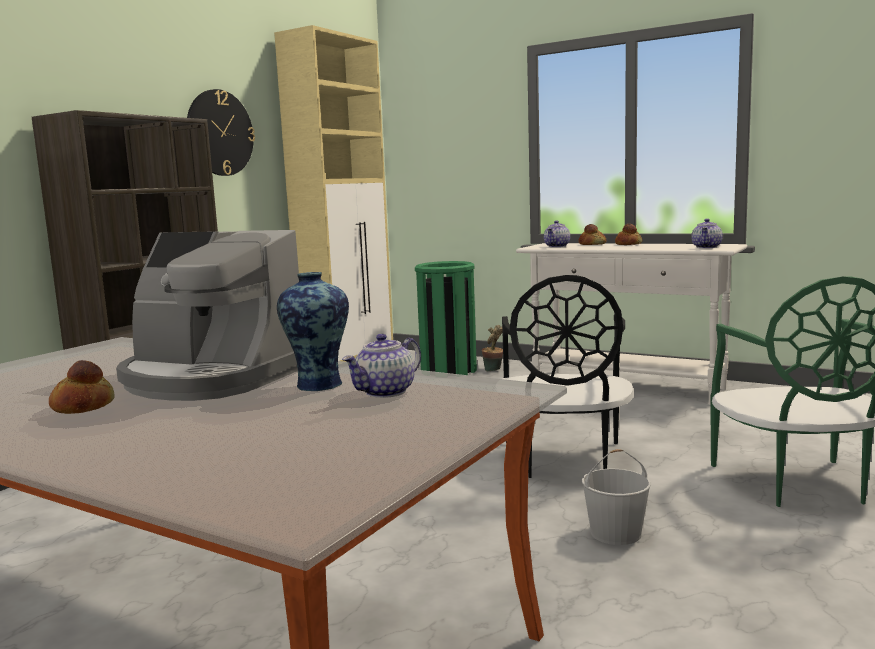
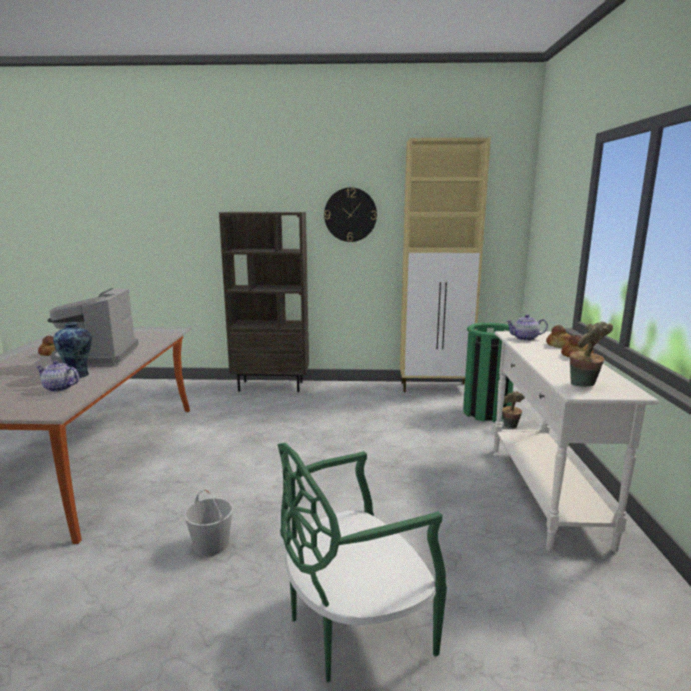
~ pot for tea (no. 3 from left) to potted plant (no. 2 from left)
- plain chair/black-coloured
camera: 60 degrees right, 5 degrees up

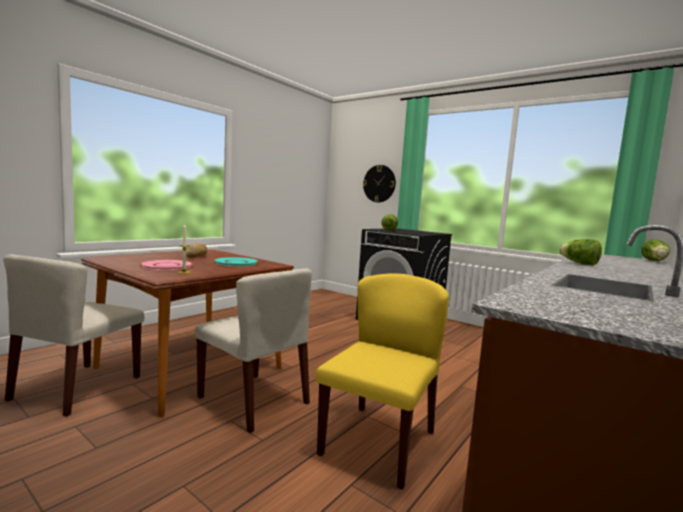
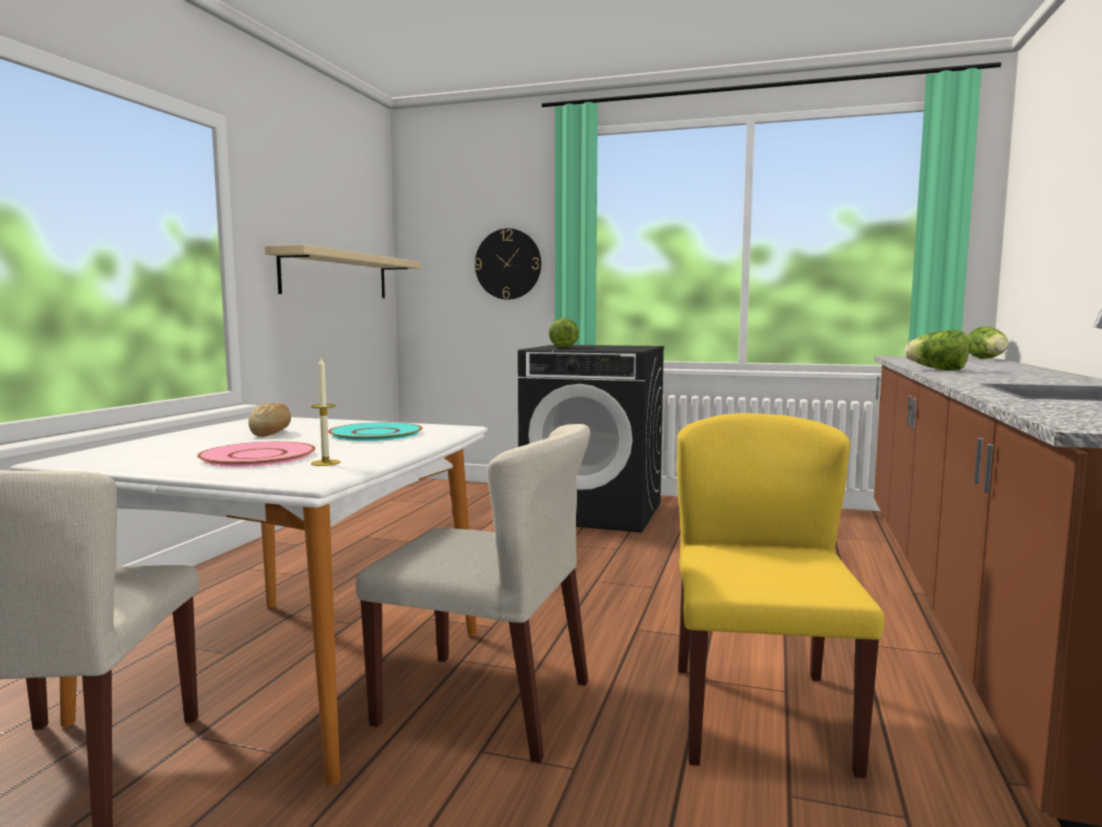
~ dining table/brownish to dining table/white
+ bracket shelf/beige-coloured
camera: 20 degrees left, 0 degrees up

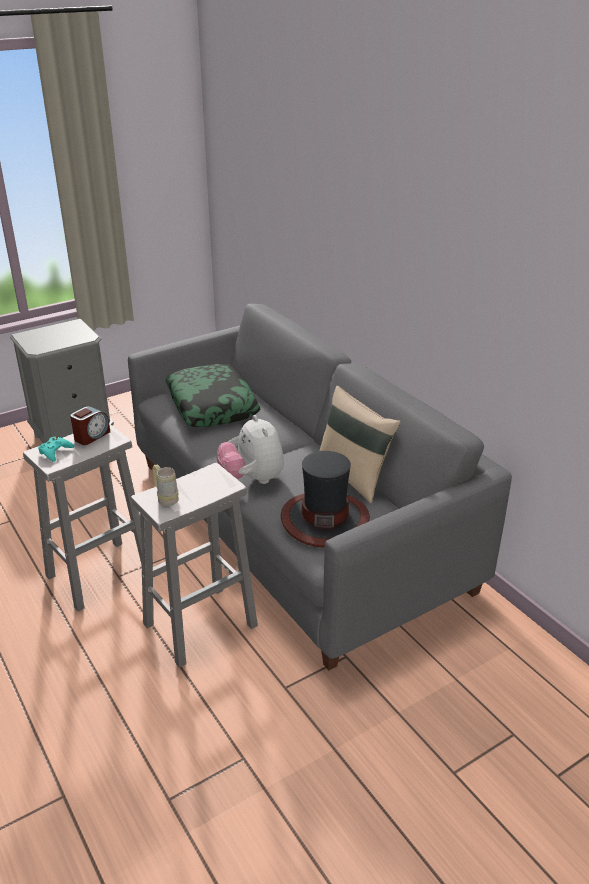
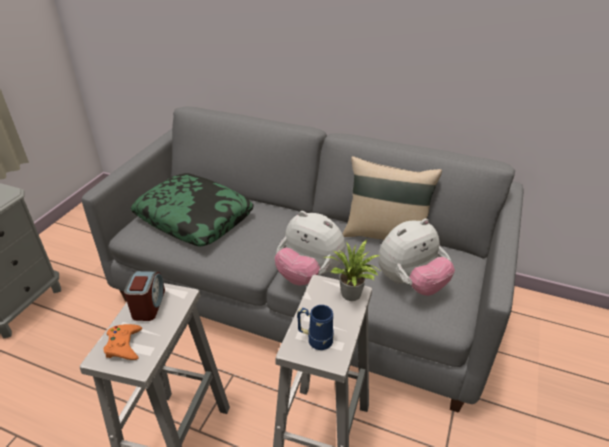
~ gamepad/blue-green to gamepad/orange-coloured
~ wearable hat to plush toy (no. 2 from left)
~ mug/beige-coloured to mug/blue
+ potted plant
camera: 35 degrees left, 5 degrees up

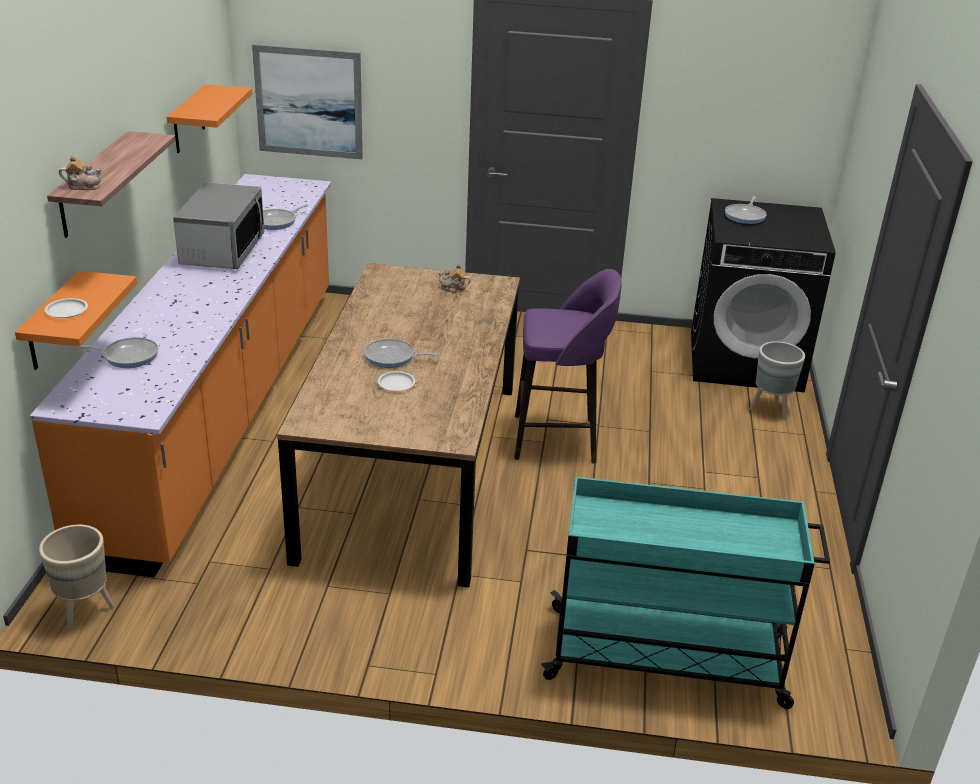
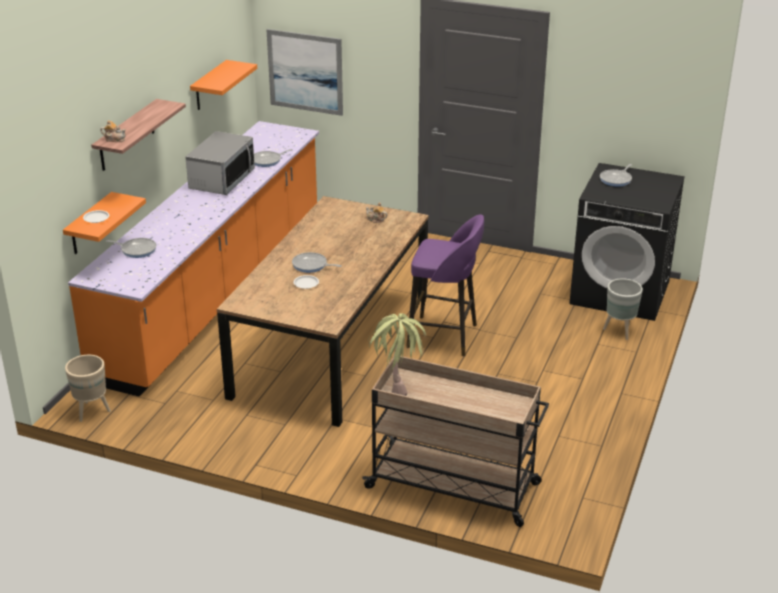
~ trolley/blue-green to trolley/beige-coloured
+ potted plant
camera: 15 degrees right, 0 degrees up

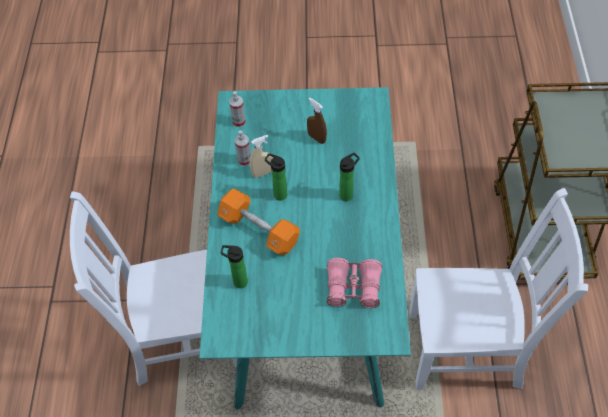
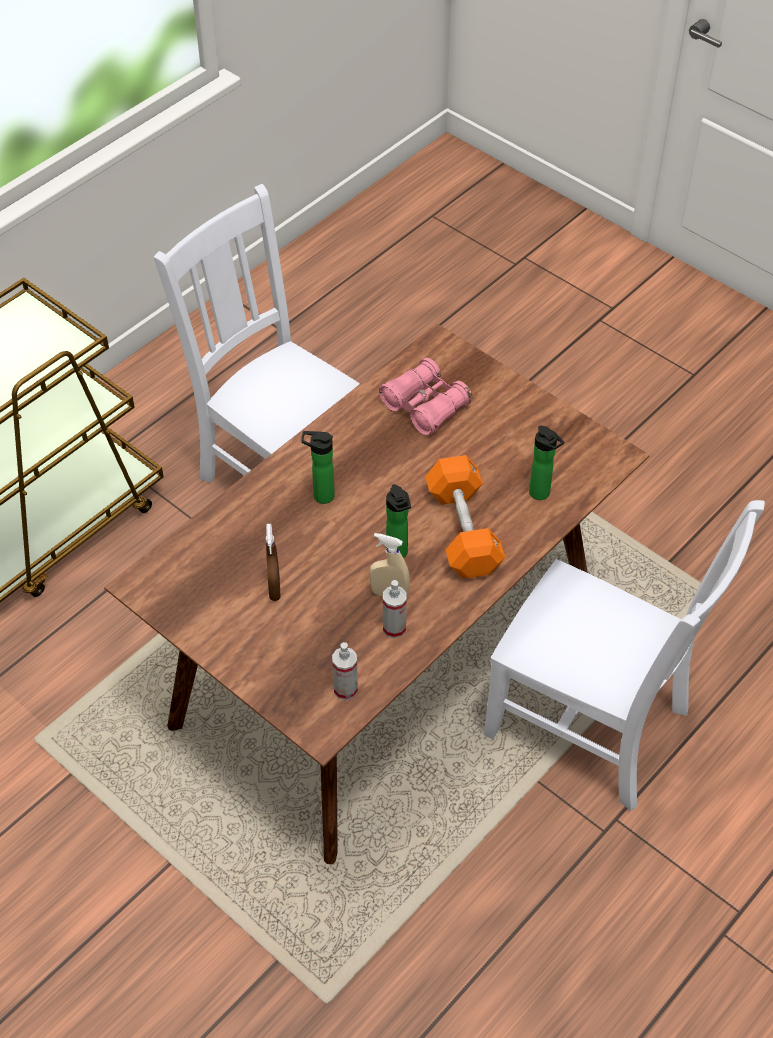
~ dining table/blue-green to dining table/brownish
camera: 140 degrees left, 5 degrees down

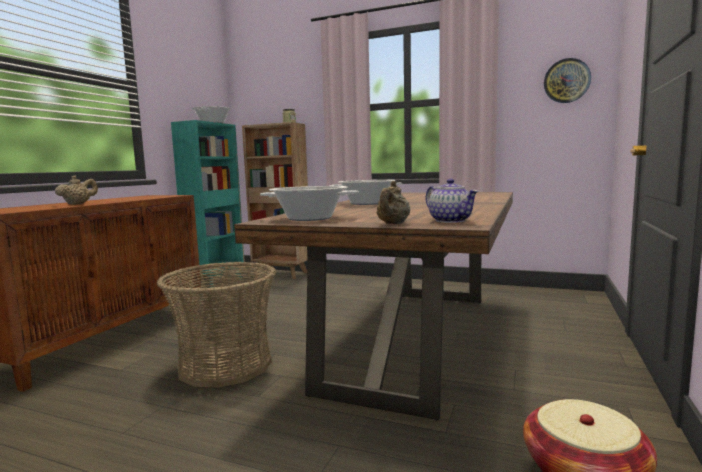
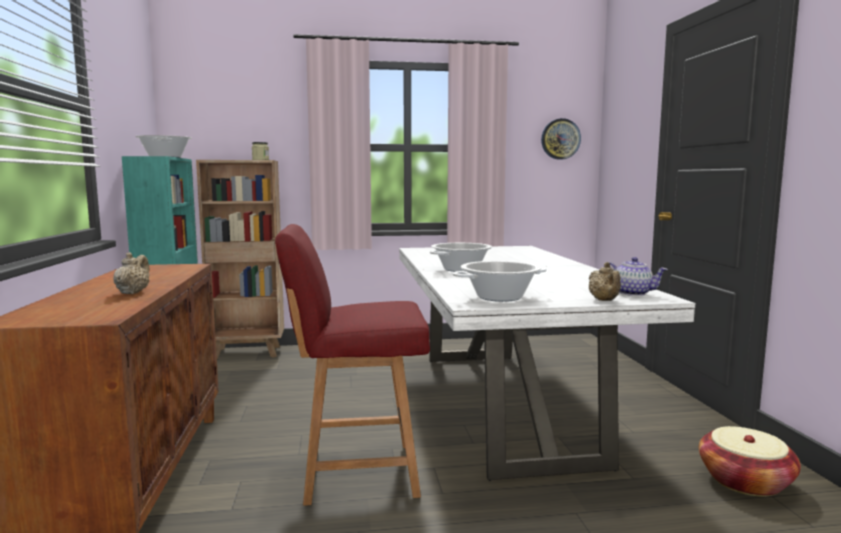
~ dining table/brownish to dining table/white
~ storage basket (no. 1 from left) to plain chair/red-coloured
camera: 30 degrees left, 0 degrees up

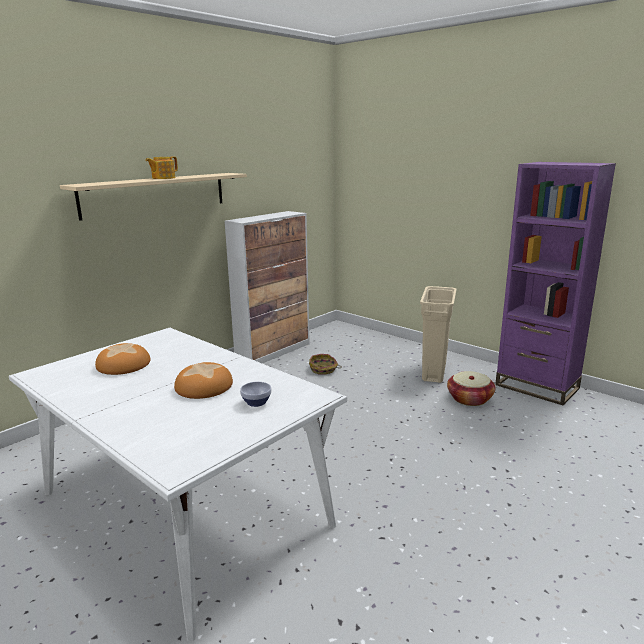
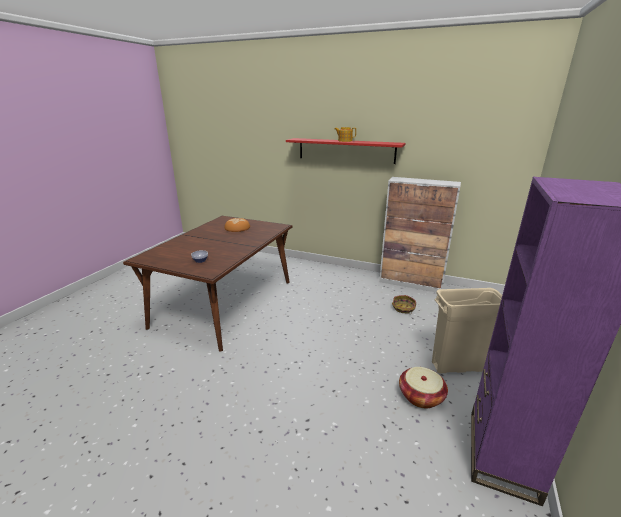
~ bracket shelf/beige-coloured to bracket shelf/red-coloured
~ dining table/white to dining table/brownish
- bread (no. 2 from left)
camera: 70 degrees right, 5 degrees up

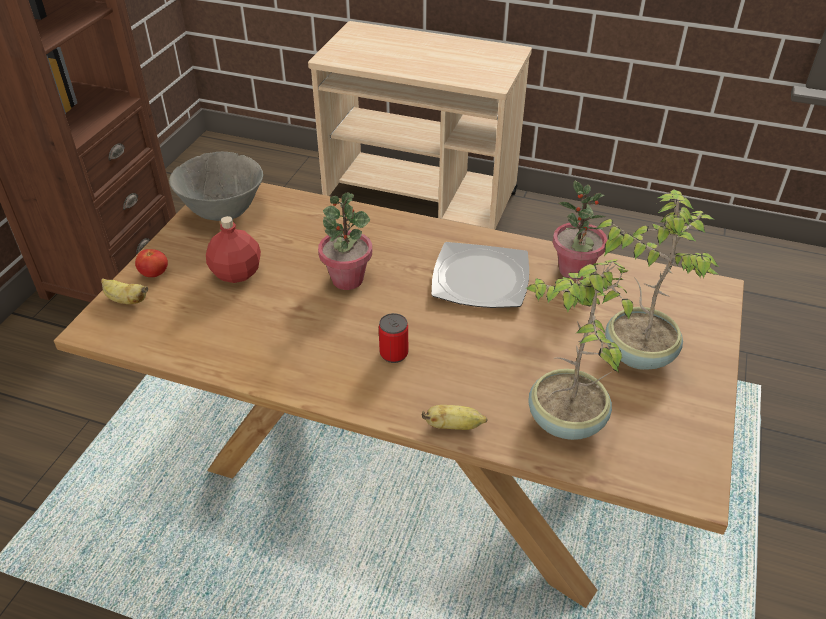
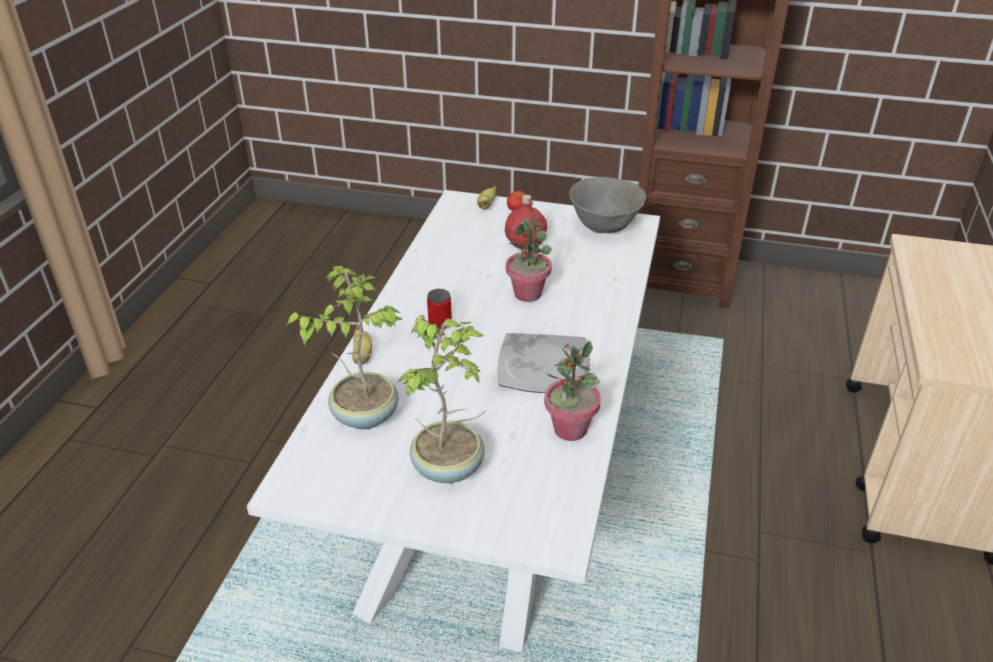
~ dining table/brownish to dining table/white
camera: 85 degrees right, 5 degrees down

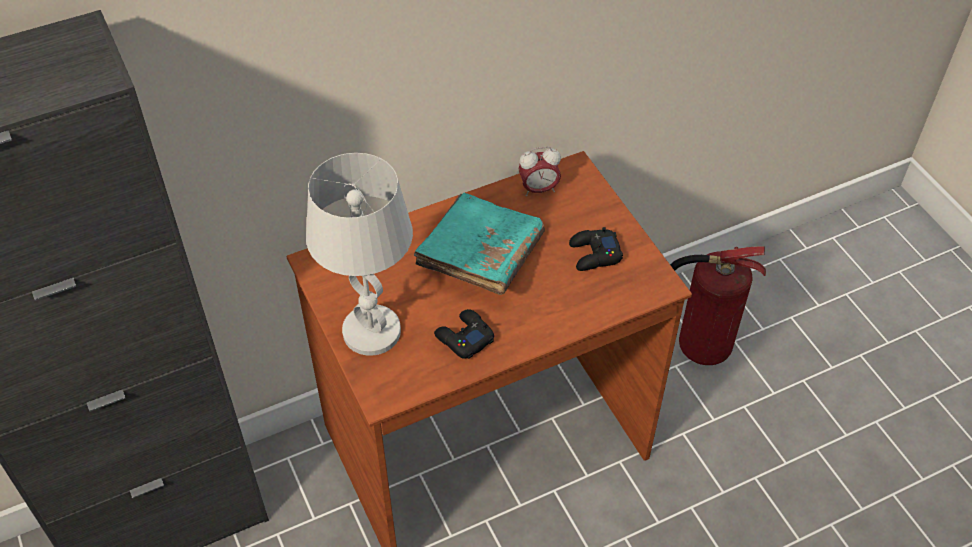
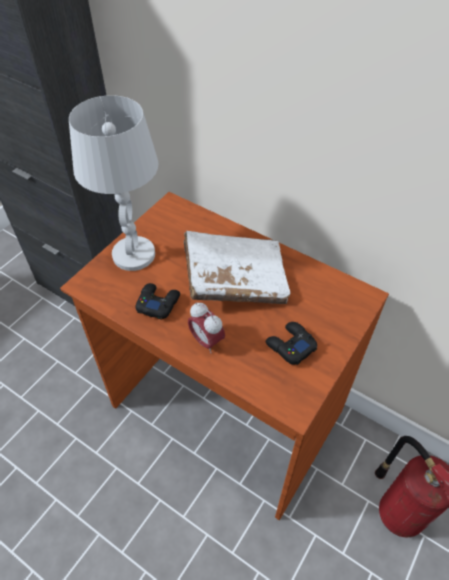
~ table clock
~ book/blue-green to book/white
camera: 60 degrees right, 0 degrees up

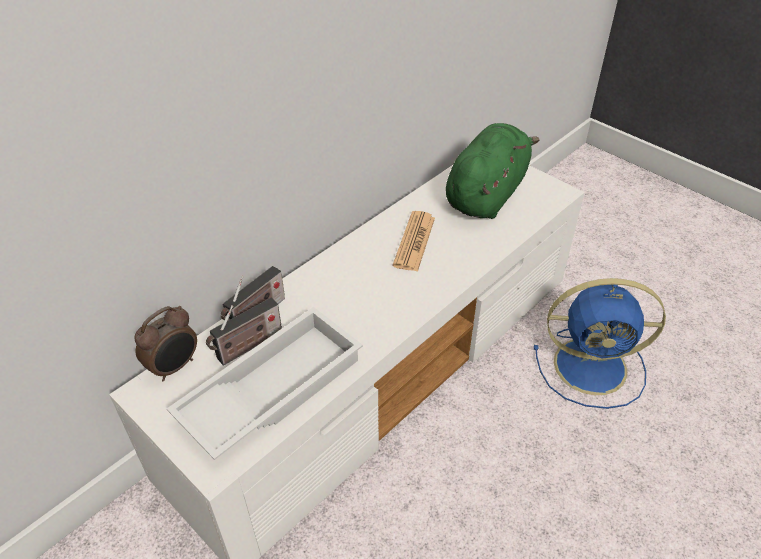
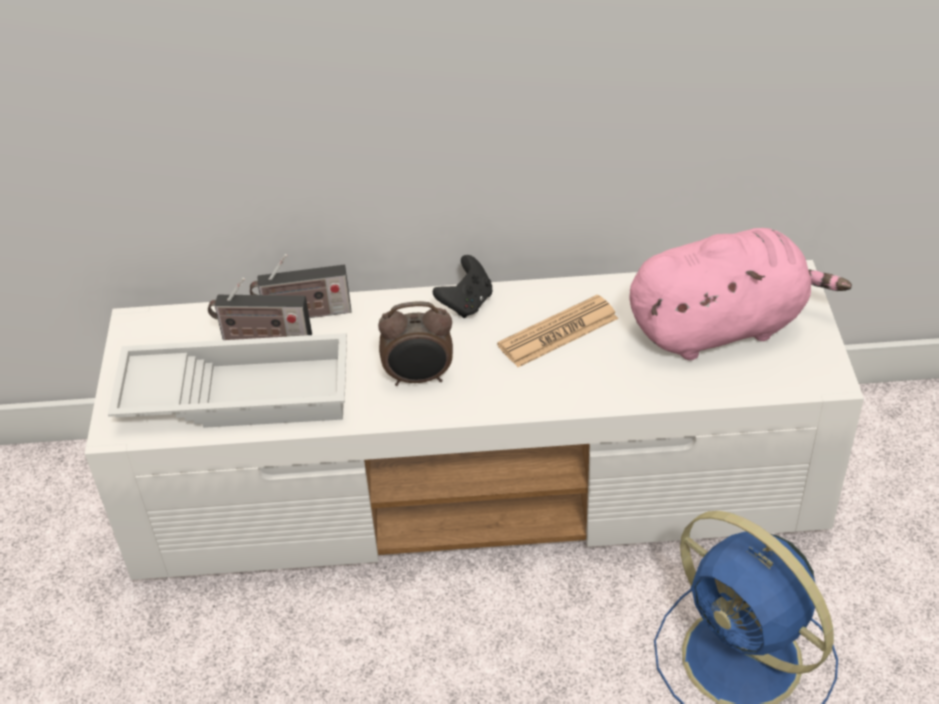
~ plush toy/green to plush toy/pink-coloured
~ table clock
+ gamepad/black-coloured
camera: 45 degrees right, 0 degrees up

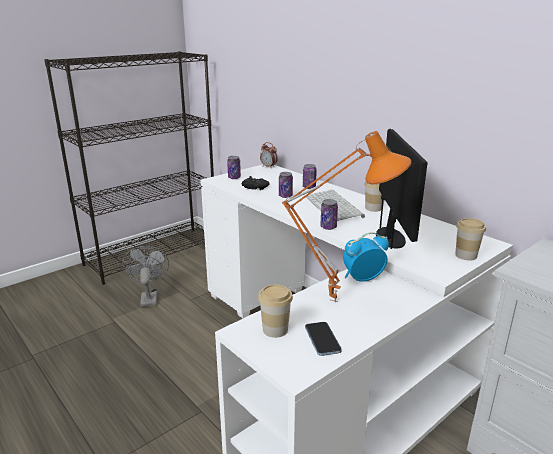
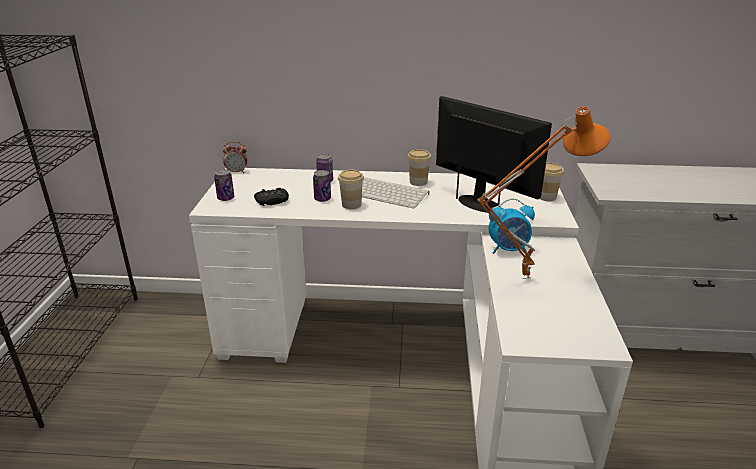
- can (no. 4 from left)
~ table clock (no. 2 from left) 120 degrees counterclockwise
- electric fan/gray
~ small cup (no. 1 from left)
- handset
camera: 45 degrees left, 5 degrees up

